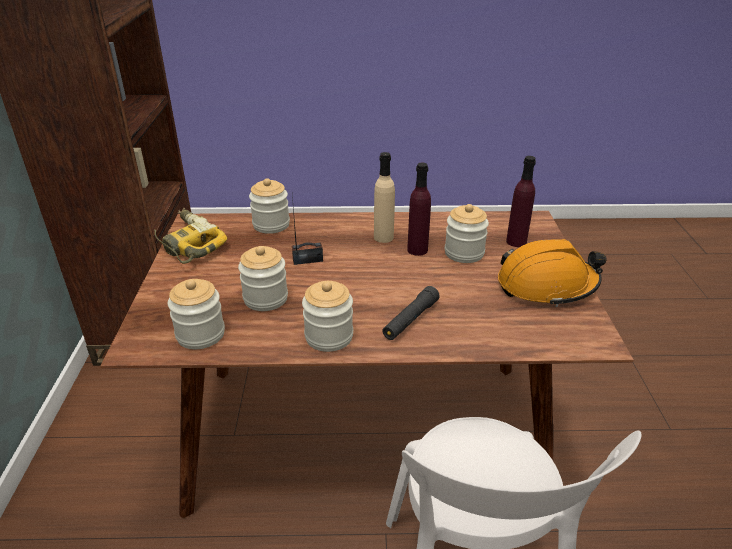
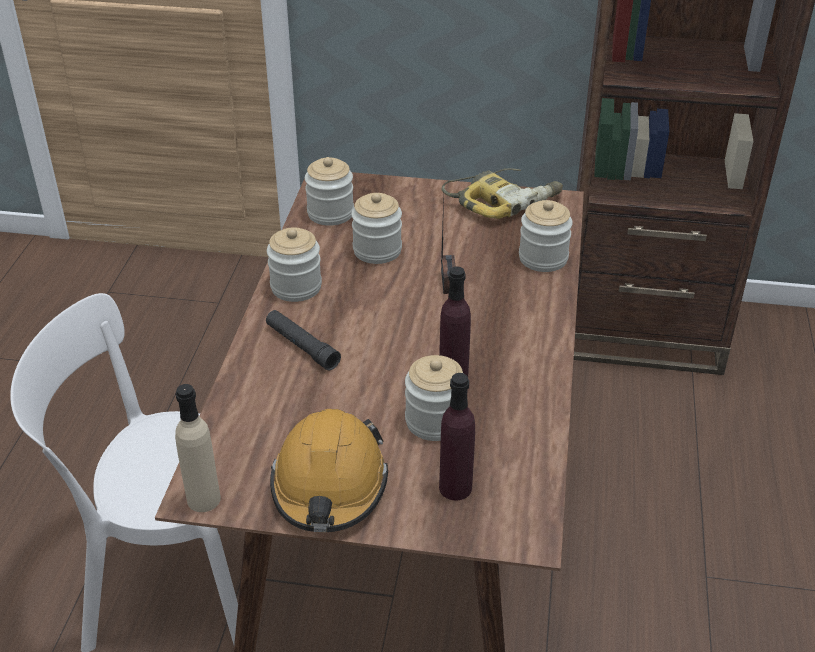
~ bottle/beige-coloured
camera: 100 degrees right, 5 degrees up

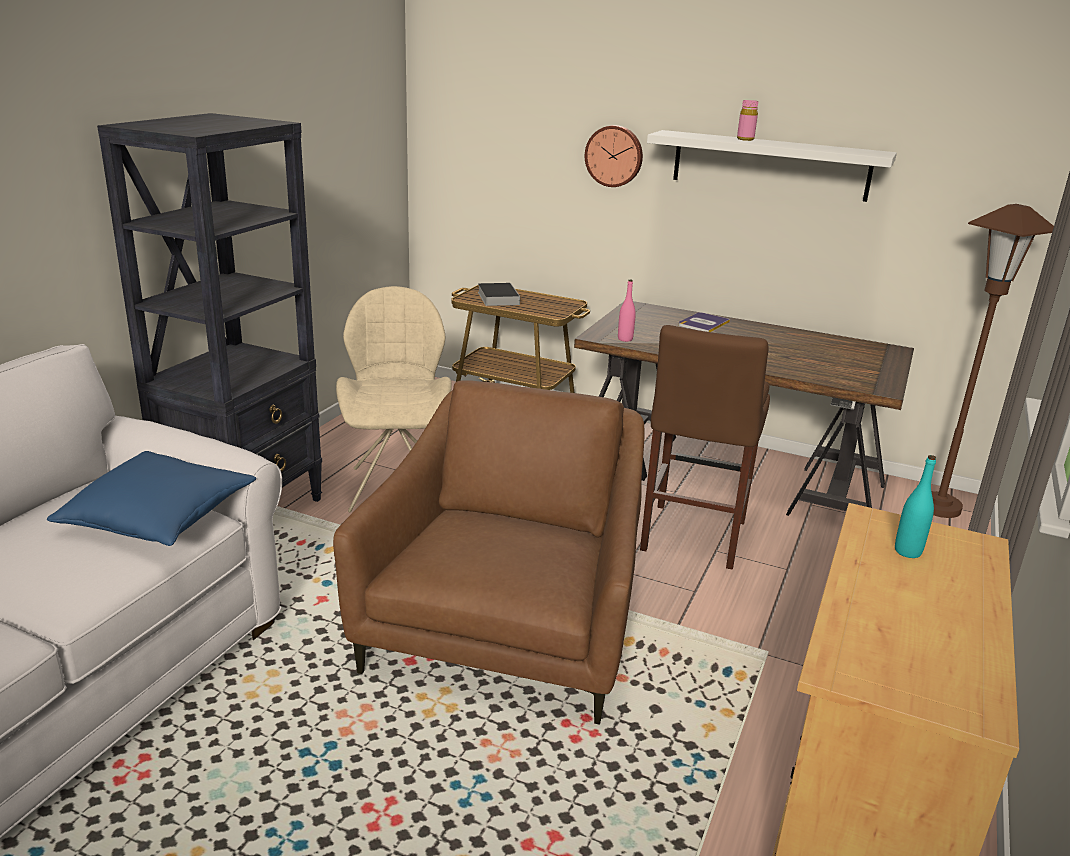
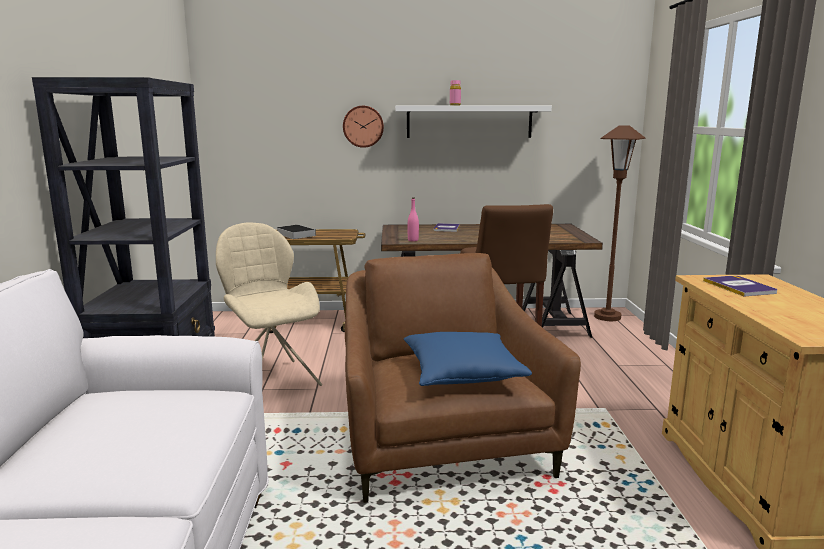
~ pillow/blue
~ bottle/blue-green to book (no. 3 from left)
camera: 25 degrees left, 10 degrees down

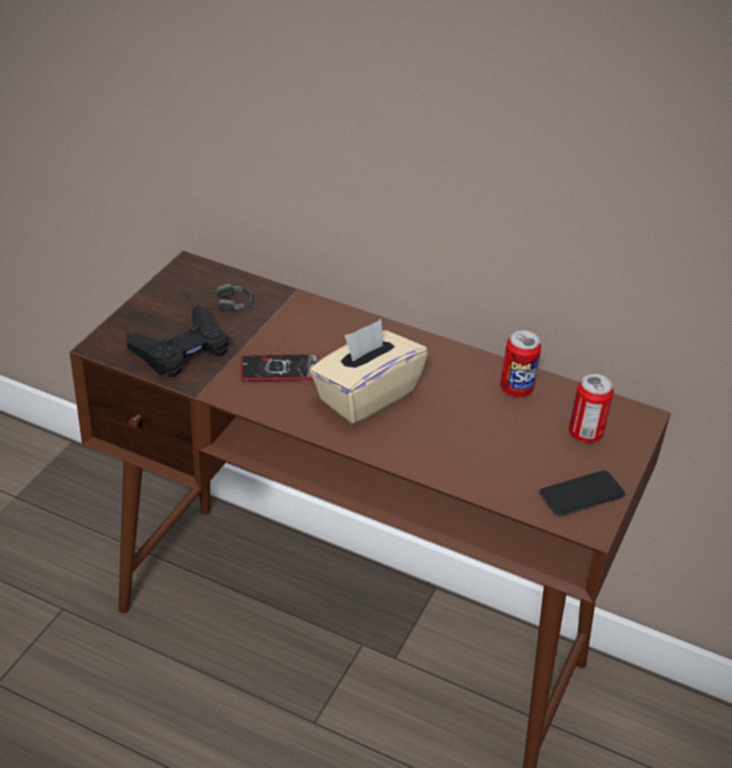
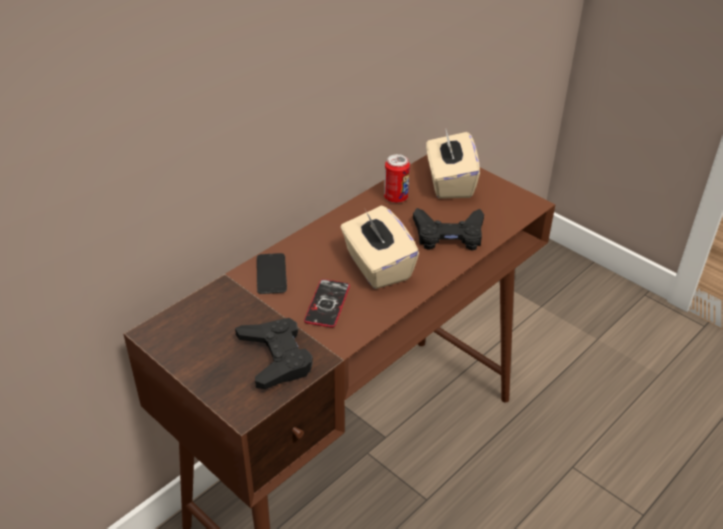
- pair of headphones
~ can (no. 2 from left) to box of tissues/beige-coloured (no. 2 from left)
~ handset (no. 2 from left in the first image) to handset (no. 1 from left)
+ gamepad/black-coloured (no. 2 from left)
camera: 70 degrees left, 0 degrees up

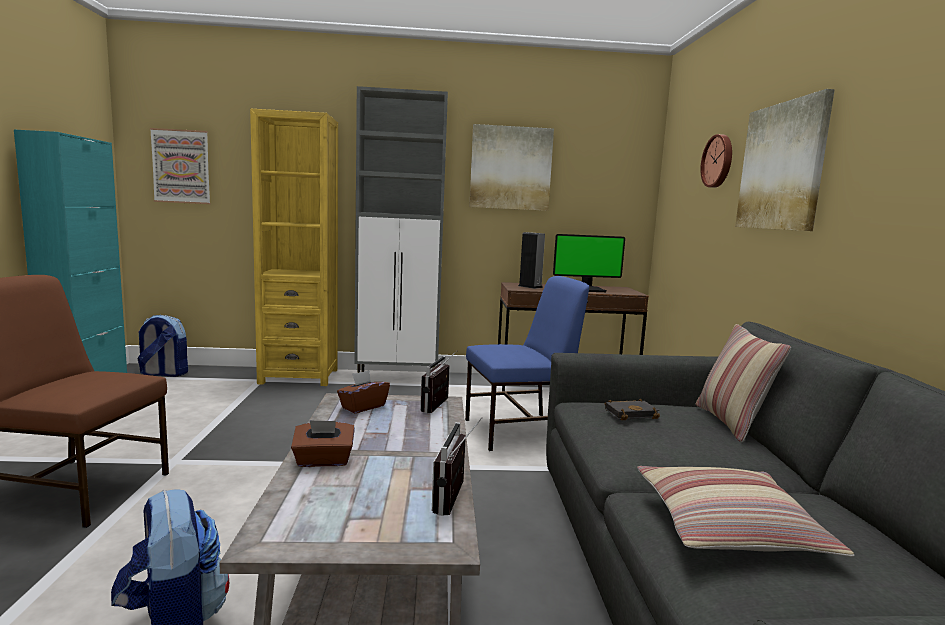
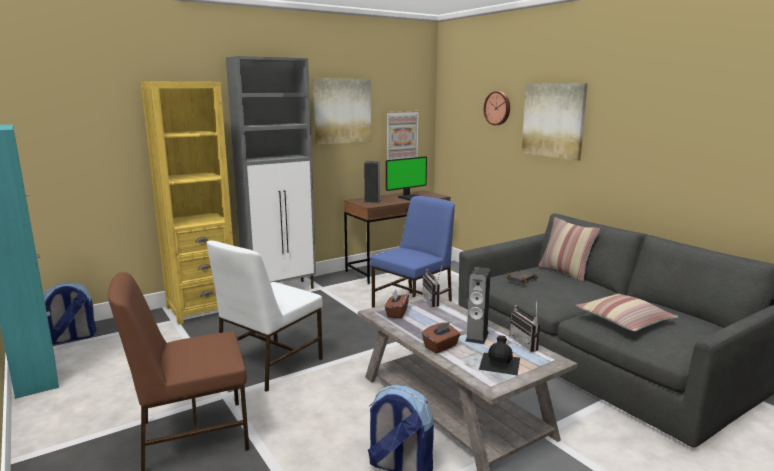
~ picture (no. 1 from left in the first image) to picture (no. 2 from left)
+ plain chair/white
+ loudspeaker (no. 2 from left)
+ bottle/black-coloured
camera: 30 degrees left, 5 degrees up

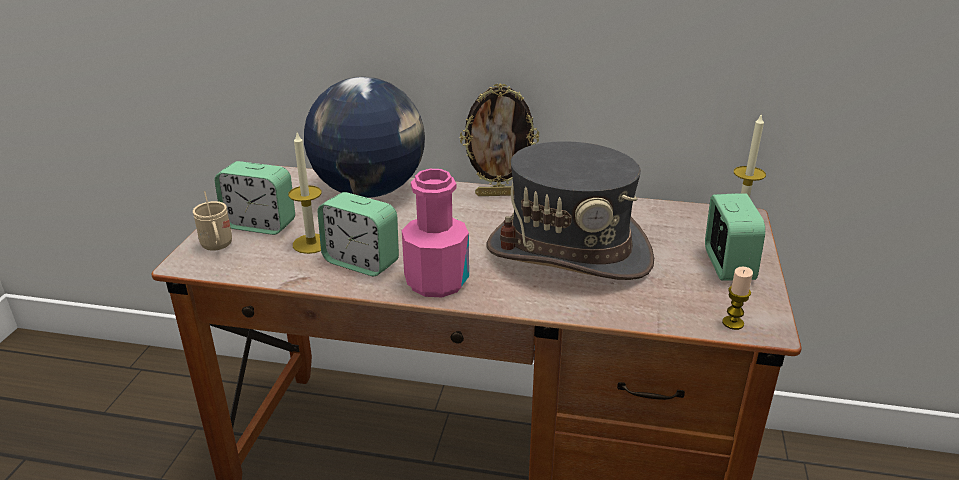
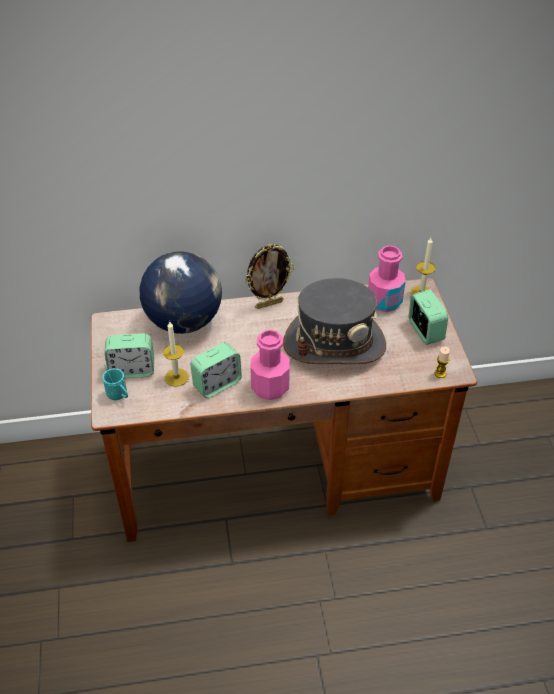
~ mug/beige-coloured to mug/blue-green
~ table clock (no. 2 from left) 45 degrees counterclockwise
+ bottle/pink-coloured (no. 2 from left)
camera: 20 degrees left, 15 degrees up

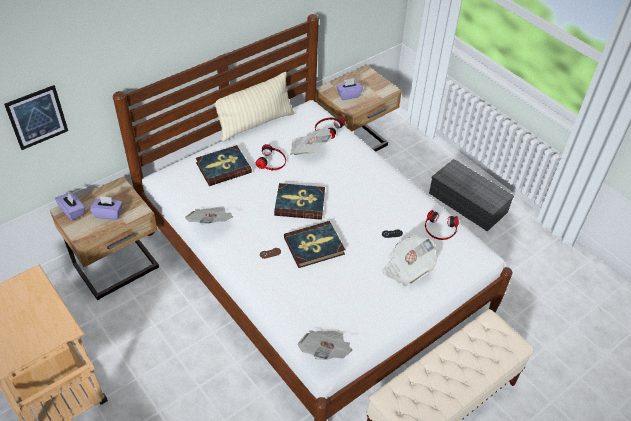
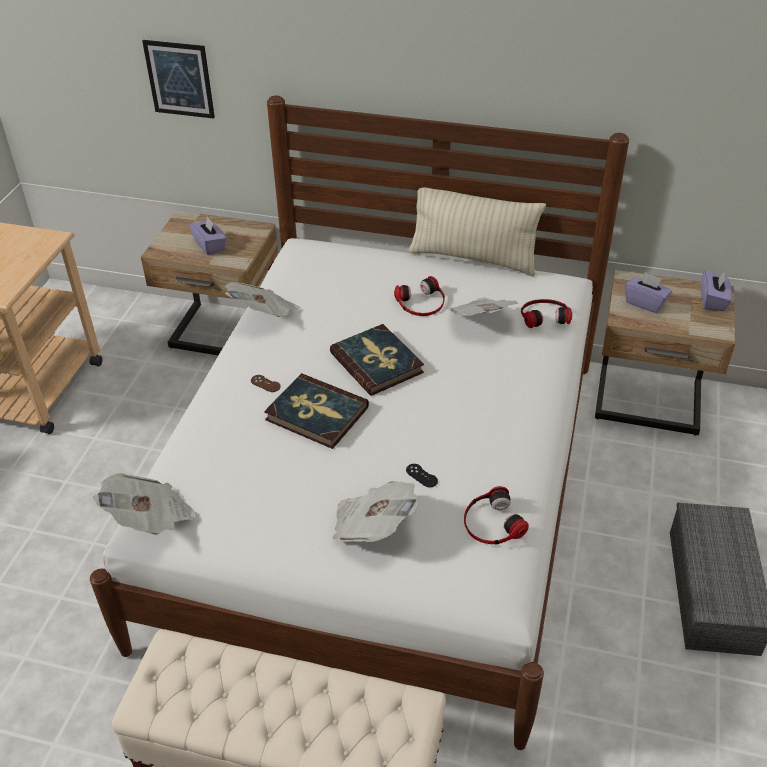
- book (no. 1 from left)
~ box of tissues/purplish (no. 1 from left in the first image) to box of tissues/purplish (no. 3 from left)
camera: 55 degrees right, 5 degrees down

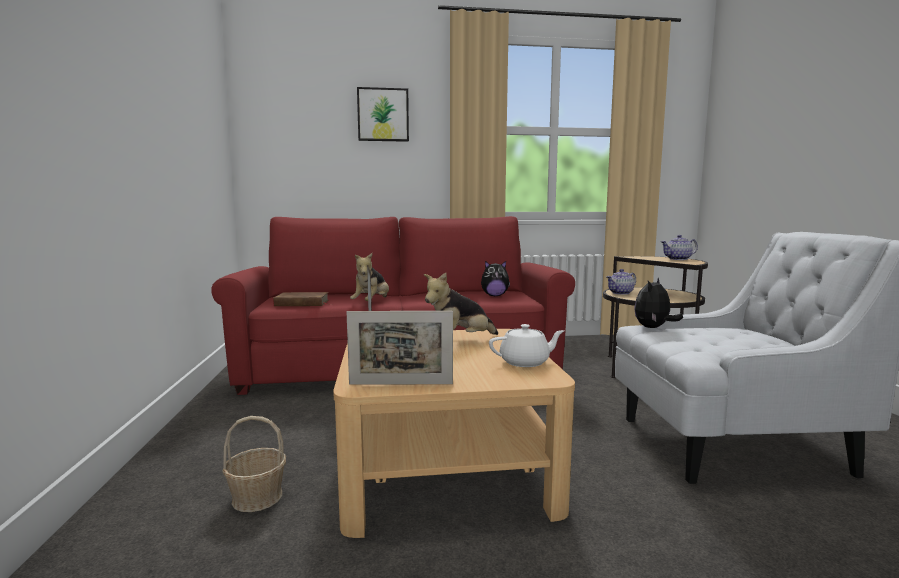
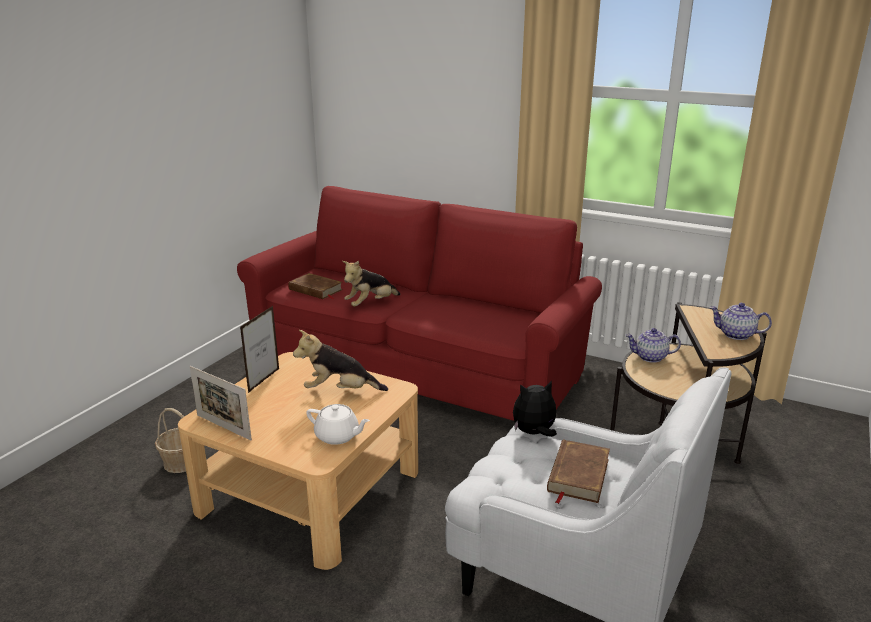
- picture
- plush toy (no. 3 from left)
+ book/brownish (no. 2 from left)
camera: 35 degrees right, 15 degrees up

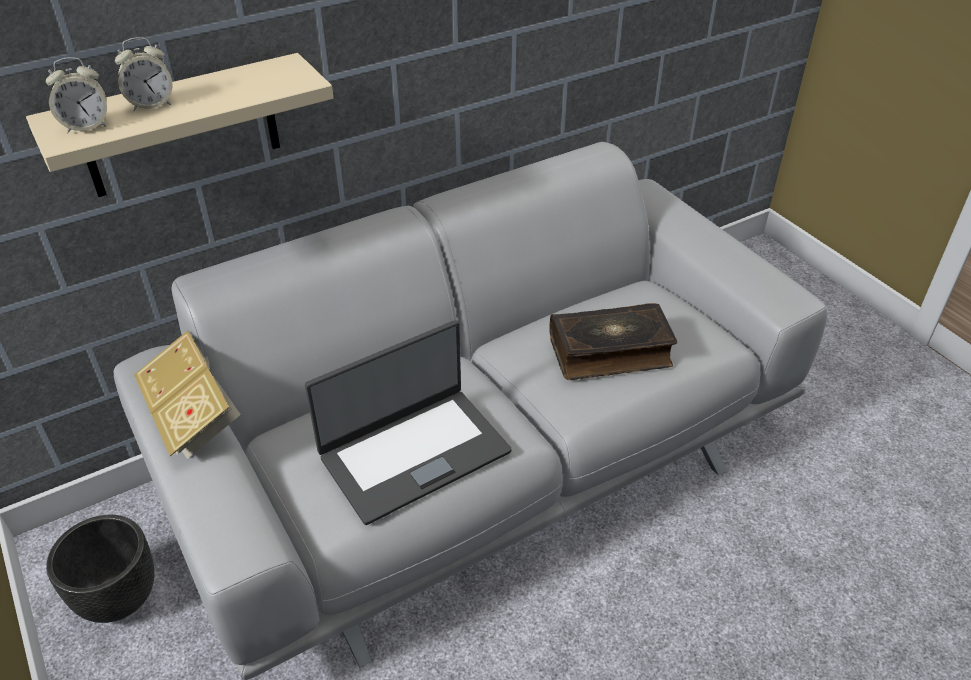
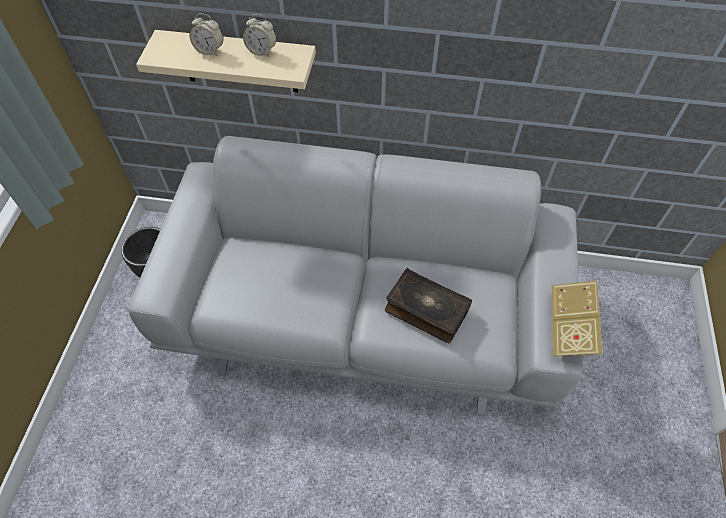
~ table clock (no. 1 from left in the first image) to table clock (no. 2 from left)
- laptop
~ book (no. 1 from left in the first image) to book (no. 2 from left)
camera: 40 degrees right, 15 degrees up

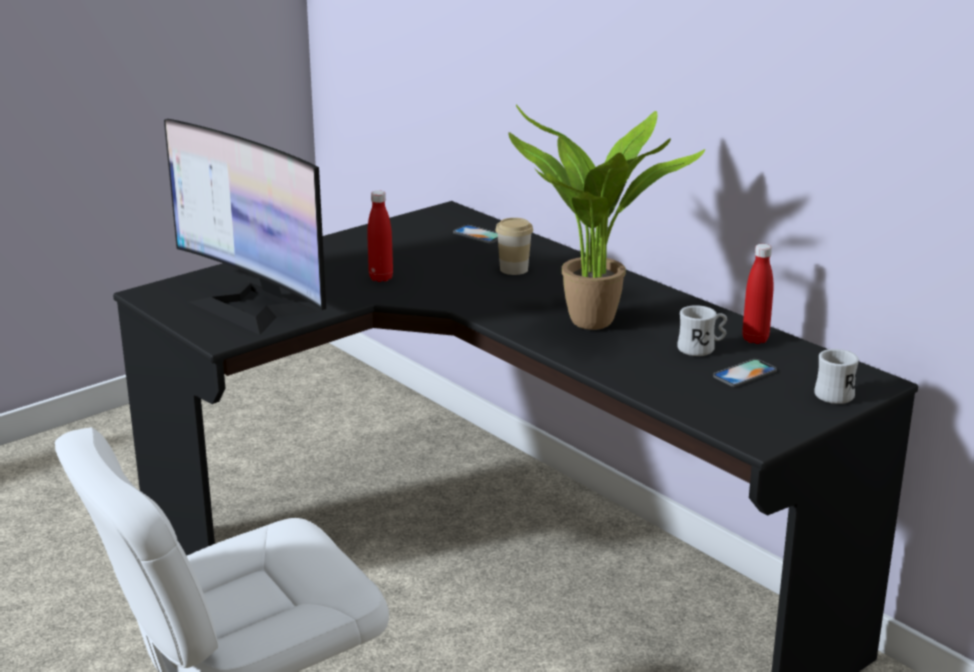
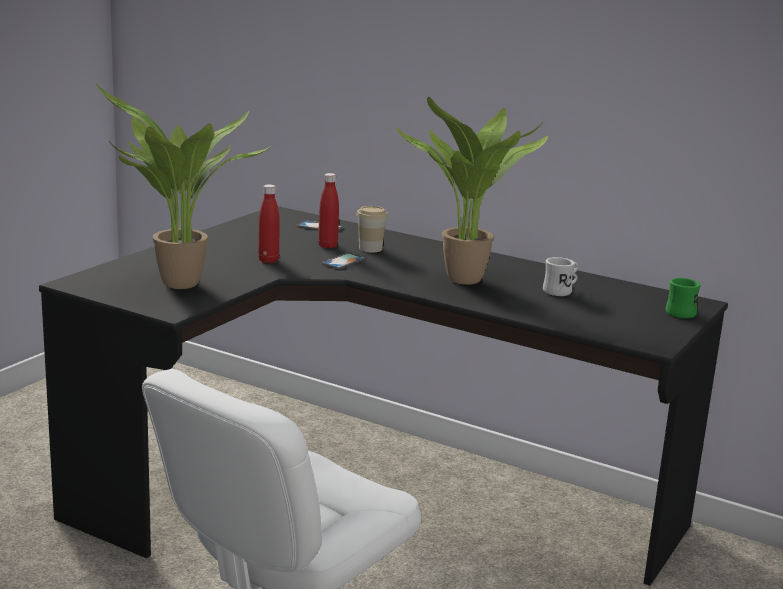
~ computer display to potted plant (no. 1 from left)
~ bottle/red-coloured (no. 2 from left)
~ mug/white (no. 2 from left) to mug/green
~ handset (no. 2 from left)
camera: 20 degrees left, 5 degrees down

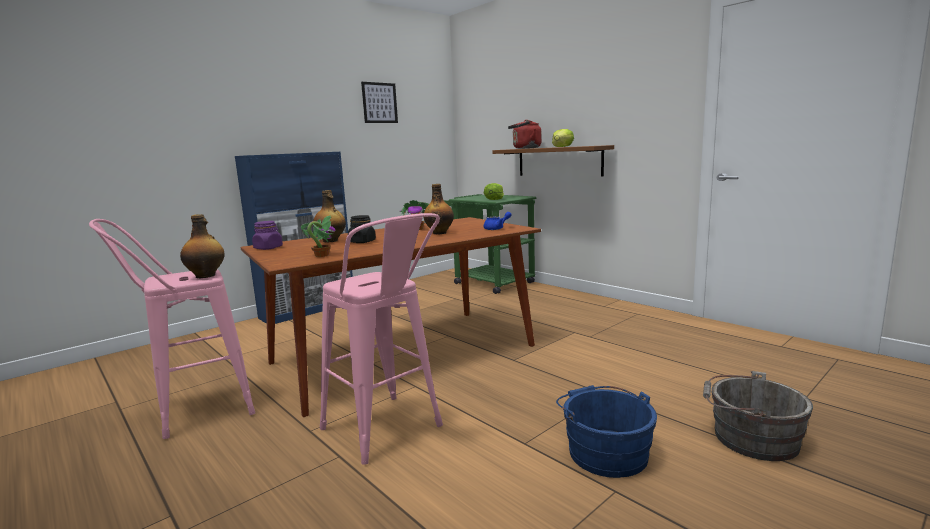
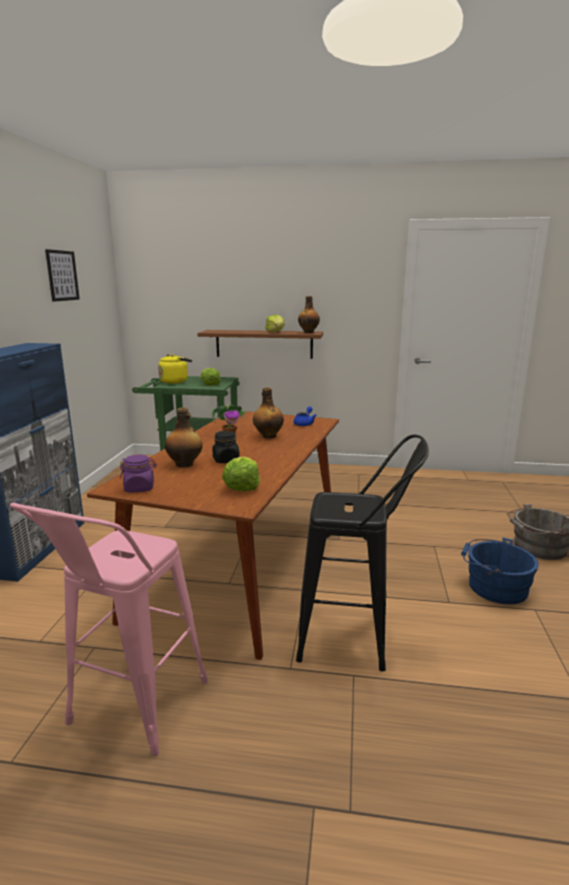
- kettle/red-coloured
~ sitting stool/pink-coloured (no. 2 from left) to sitting stool/black-coloured
~ bottle (no. 1 from left in the first image) to bottle (no. 3 from left)
~ potted plant (no. 1 from left) to lettuce head (no. 2 from left)
+ kettle/yellow
camera: 40 degrees left, 5 degrees up

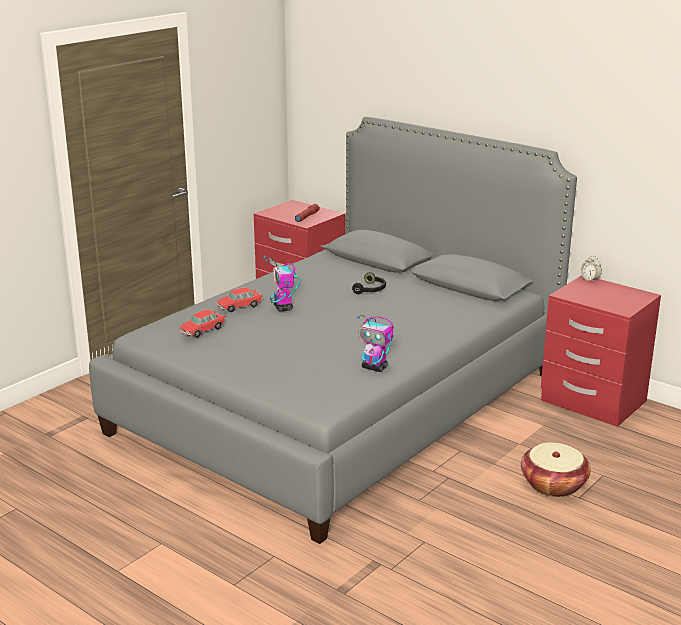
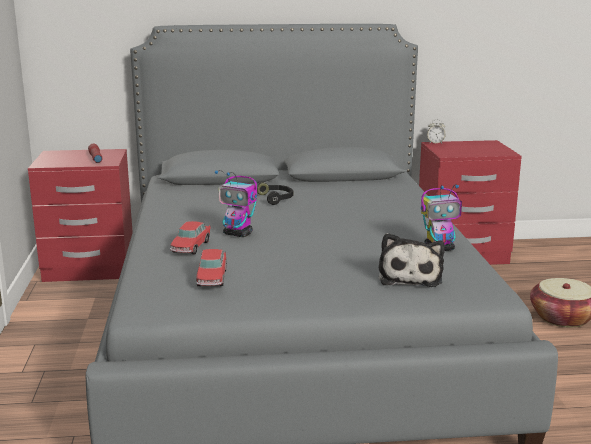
+ plush toy
camera: 45 degrees left, 5 degrees down

